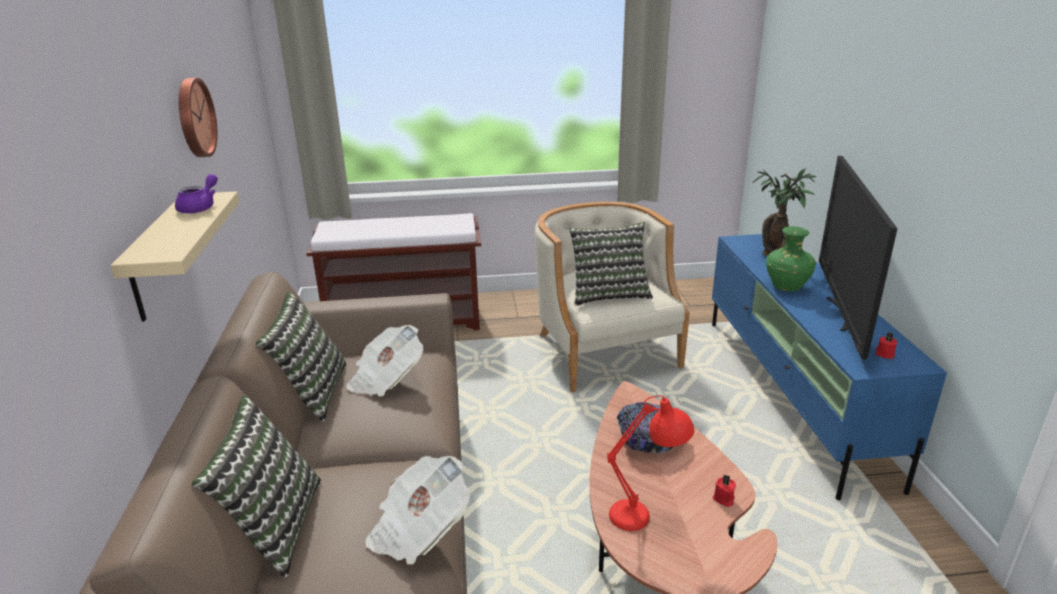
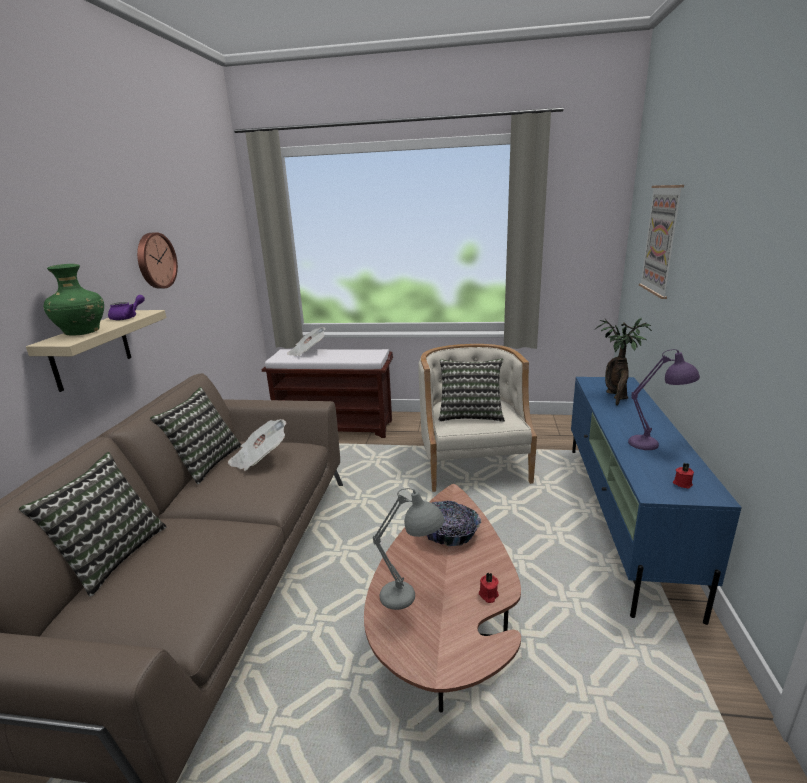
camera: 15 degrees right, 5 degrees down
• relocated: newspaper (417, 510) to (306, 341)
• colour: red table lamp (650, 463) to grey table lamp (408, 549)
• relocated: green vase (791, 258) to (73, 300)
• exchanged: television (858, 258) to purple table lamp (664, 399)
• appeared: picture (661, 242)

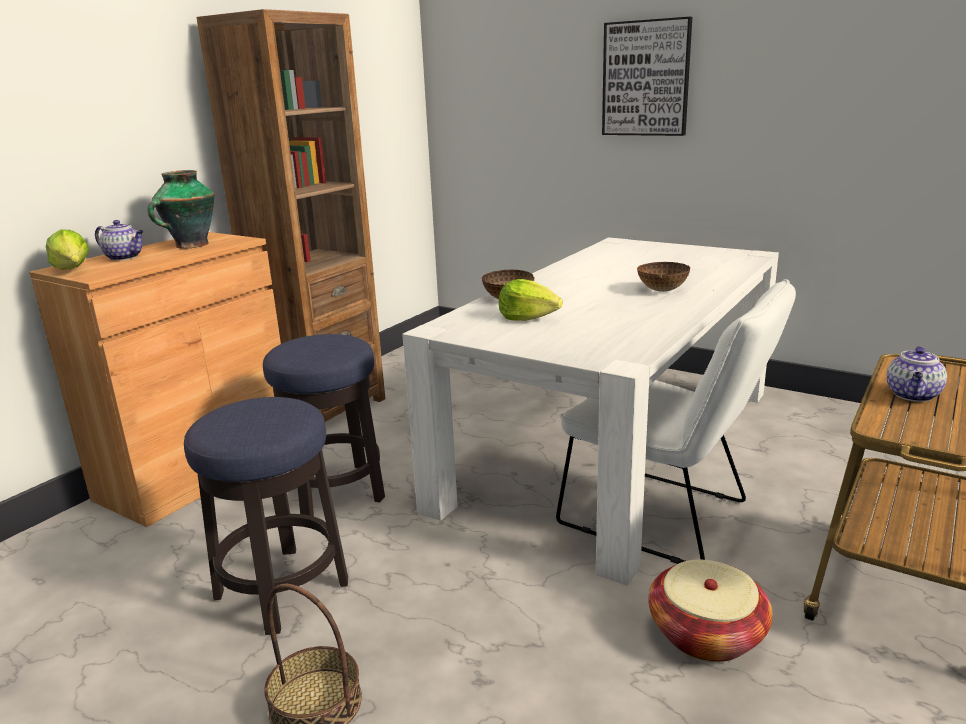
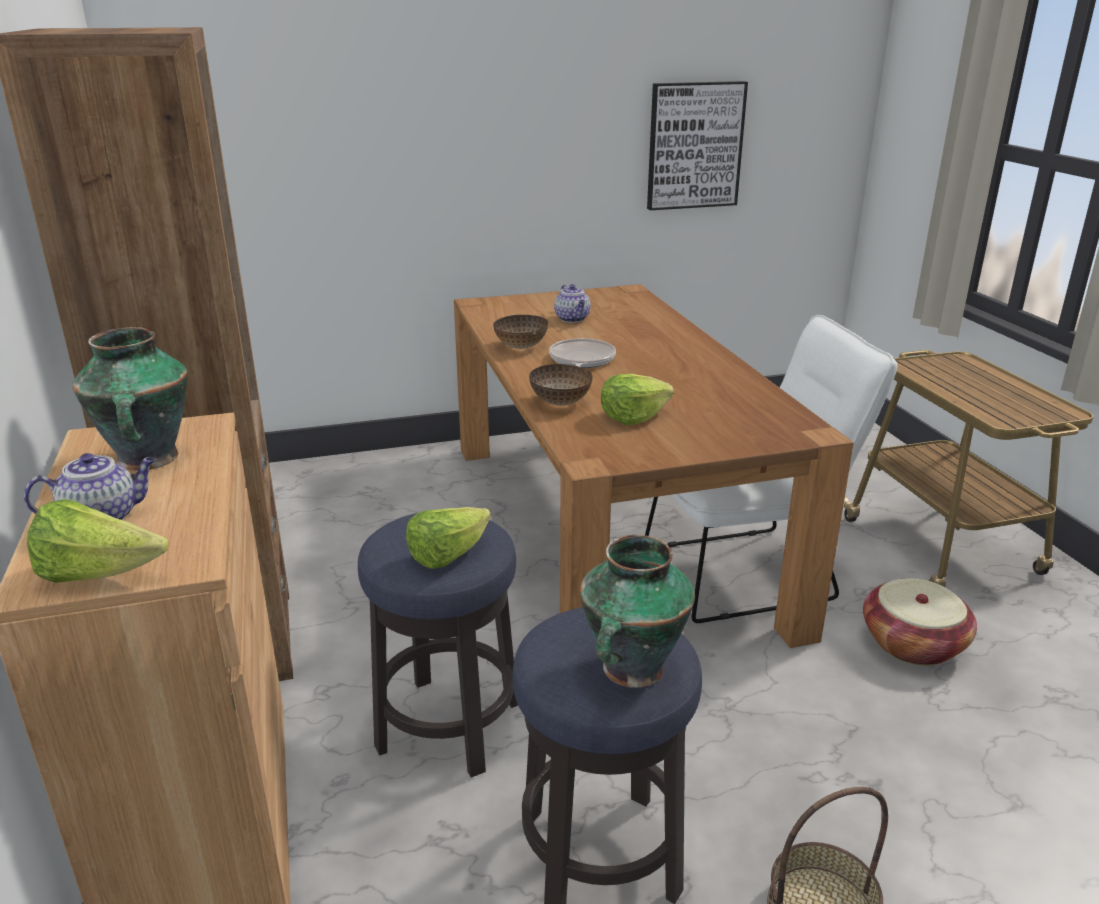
camera: 50 degrees left, 5 degrees up
• colour: white dining table (590, 411) to brown dining table (654, 466)
• relocated: picture (647, 76) to (697, 145)
• relocated: bowl (663, 277) to (520, 332)
• relocated: teapot (917, 374) to (572, 303)
• appeared: lettuce (448, 538)
• appeared: frying pan (582, 353)
• appeared: vase (637, 611)

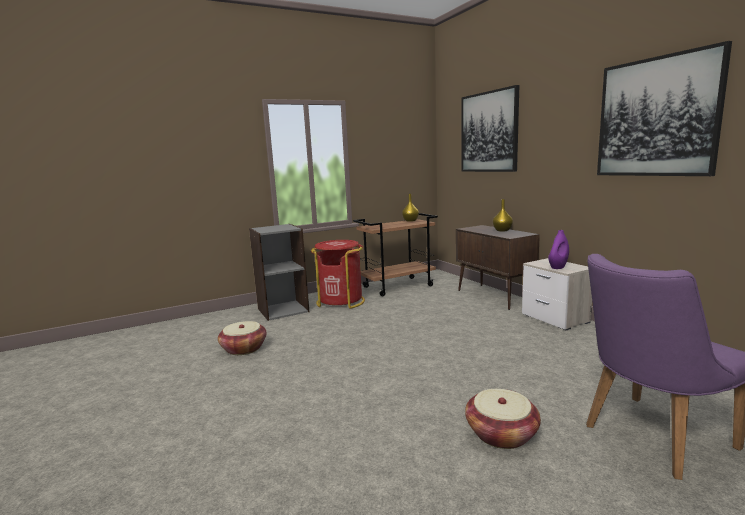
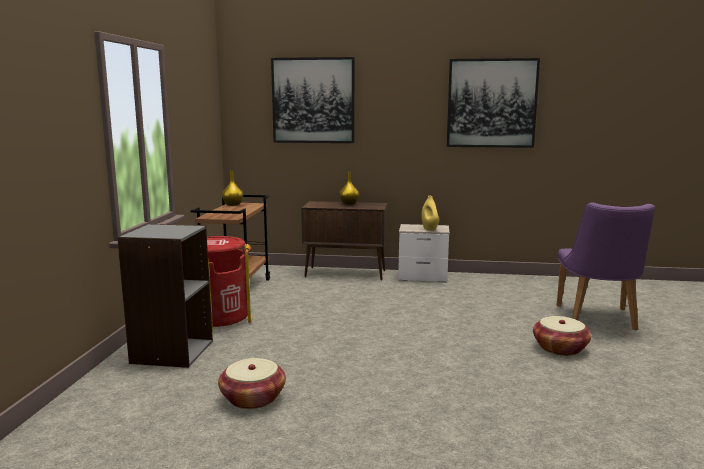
camera: 55 degrees left, 0 degrees up
• colour: purple vase (558, 249) to yellow vase (430, 213)

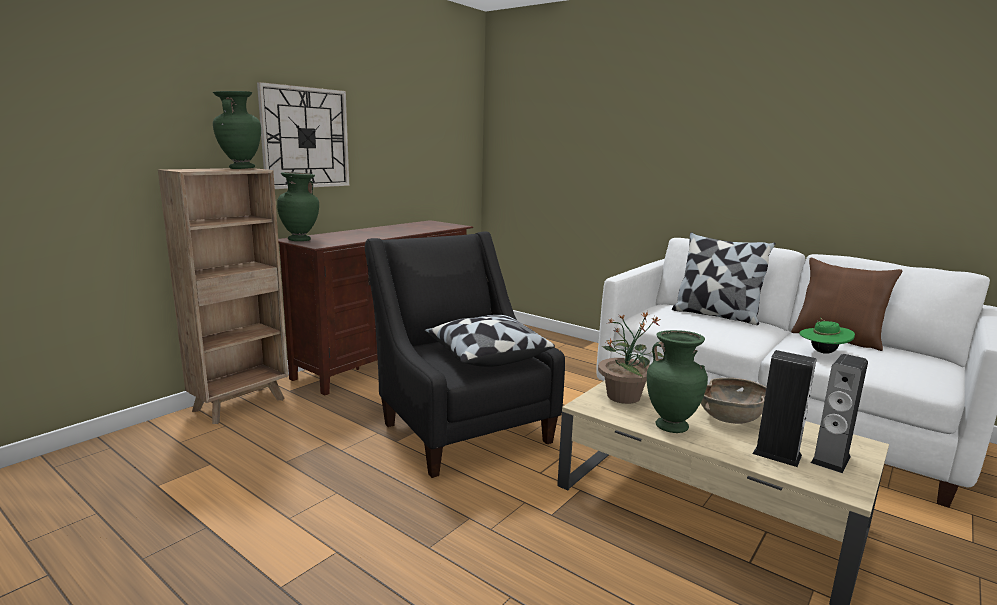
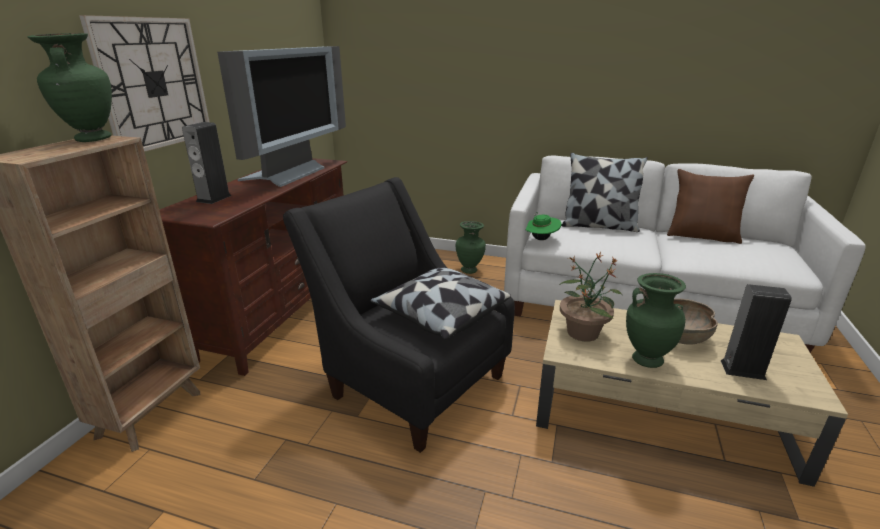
camera: 20 degrees left, 10 degrees up
• relocated: green vase (298, 206) to (471, 247)
• relocated: green hat (827, 336) to (544, 226)
• relocated: speaker (839, 413) to (207, 163)
• appeared: television (281, 116)

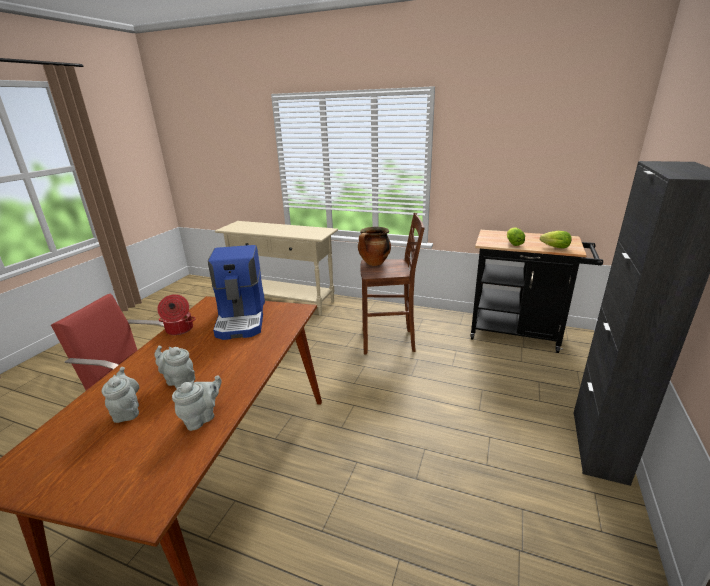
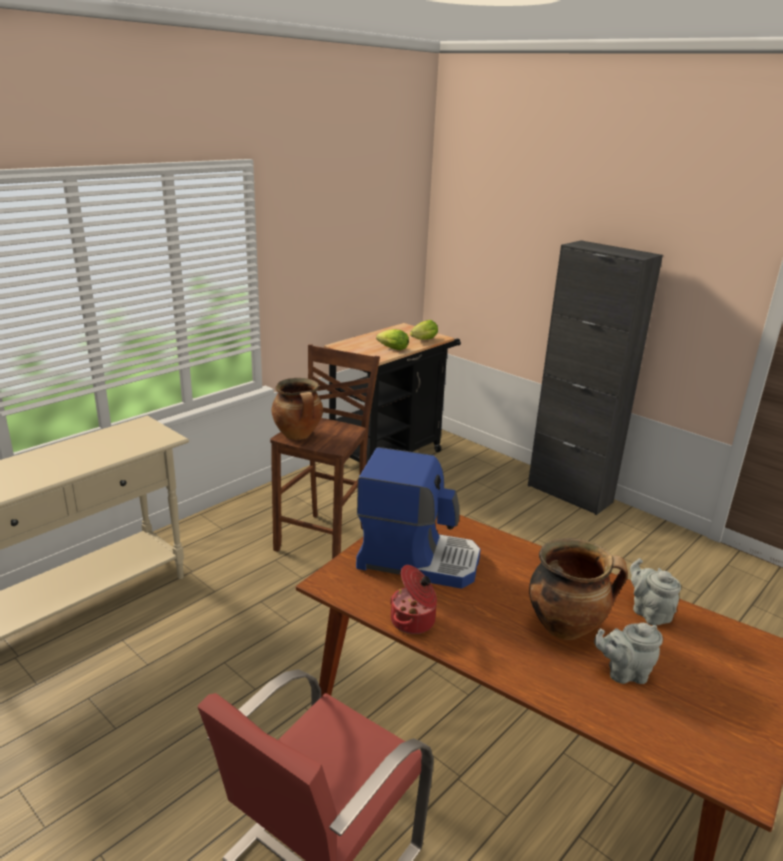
camera: 70 degrees left, 0 degrees up
• exchanged: grey teapot (174, 367) to cooking pot (578, 589)

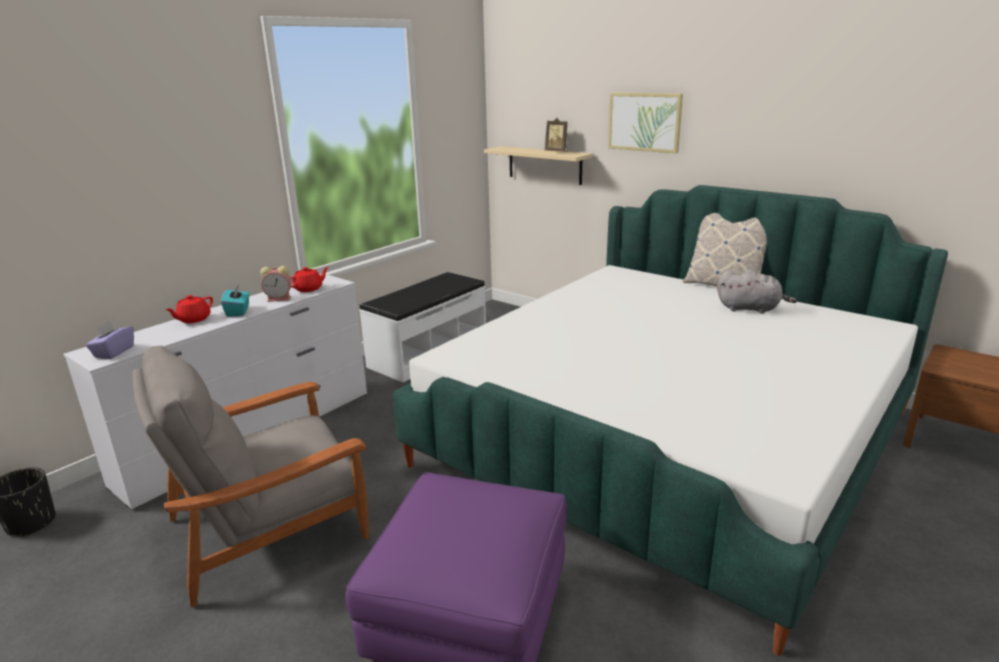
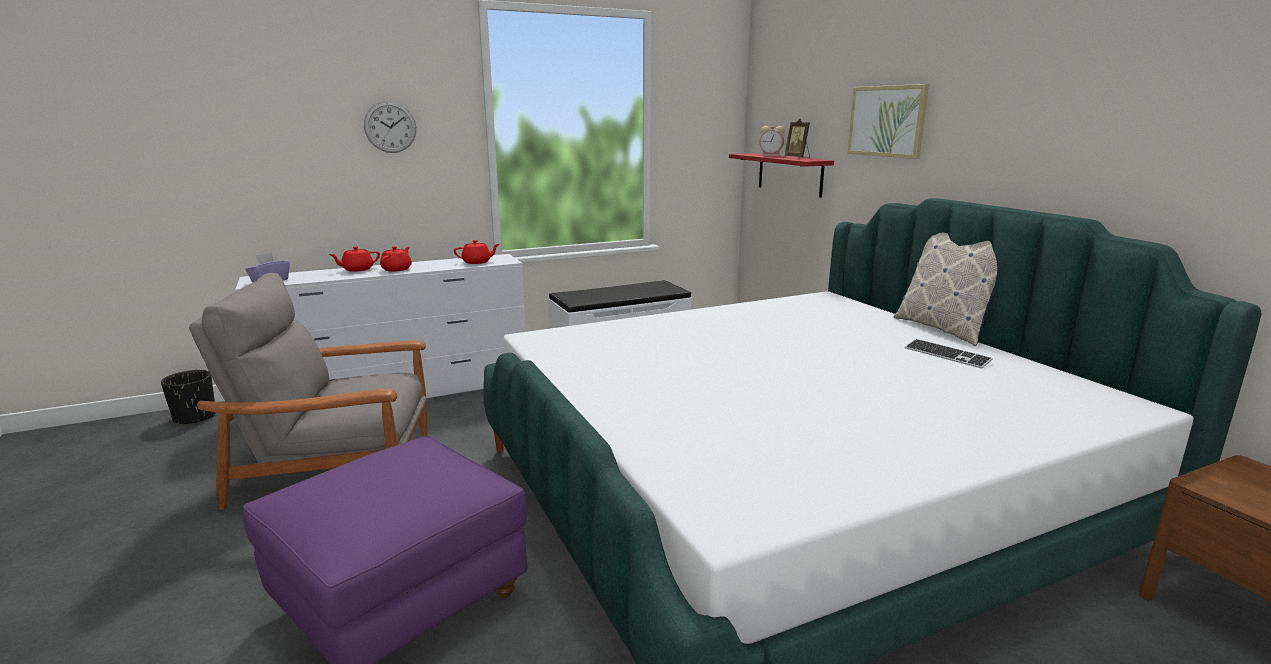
camera: 25 degrees right, 5 degrees down
• exchanged: turquoise tissue box (235, 301) to red teapot (396, 259)
• relocated: alarm clock (276, 284) to (772, 141)
• colour: beige shelf (538, 165) to red shelf (781, 175)
• exchanged: grey plush toy (757, 292) to keyboard (949, 354)
• appeared: wall clock (390, 127)

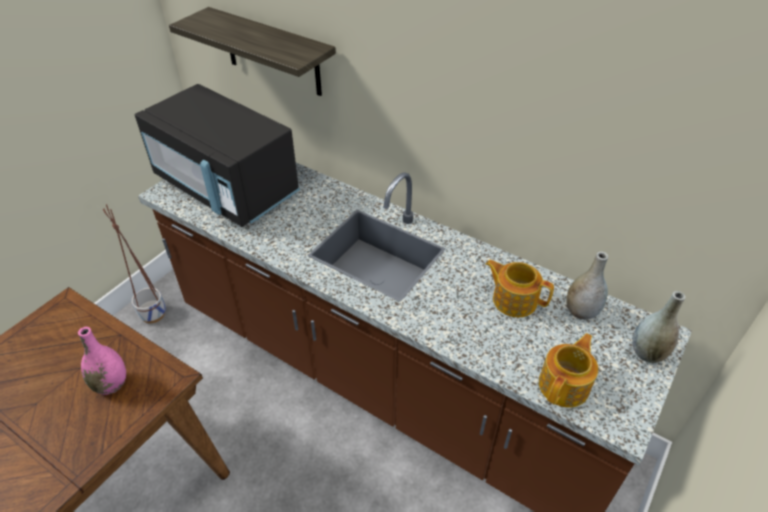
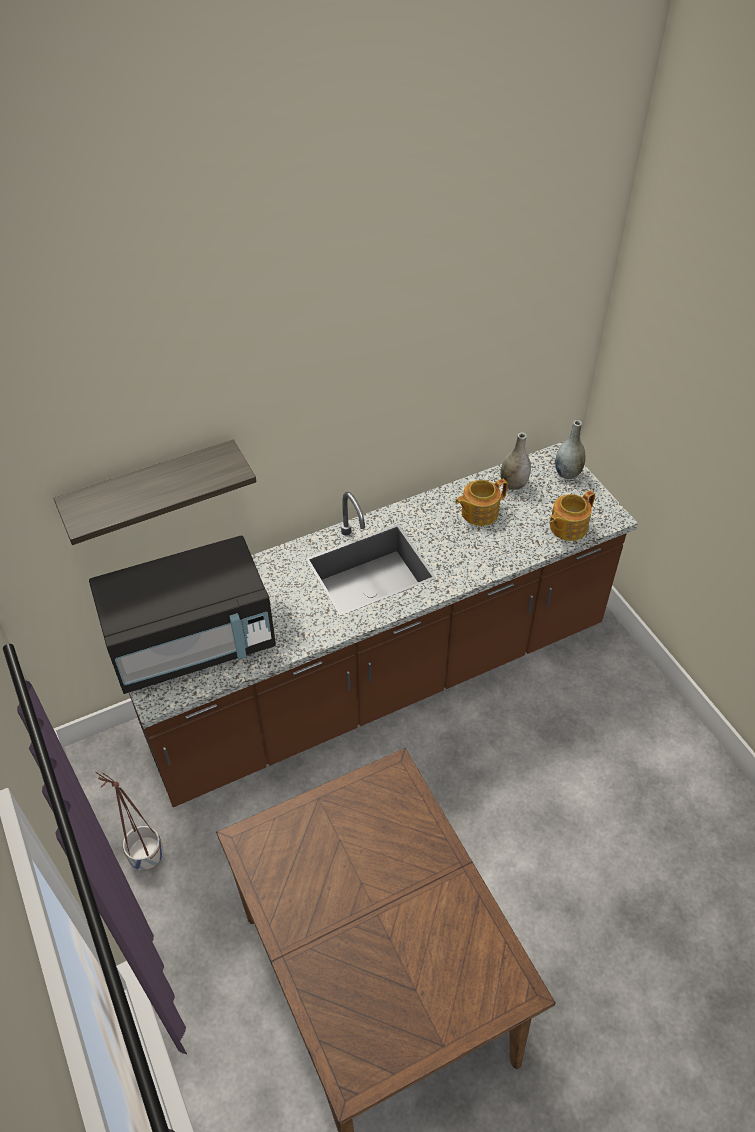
camera: 60 degrees left, 5 degrees up
• missing: pink vase (102, 360)
• spun: teapot (568, 370) = (572, 515) 105 degrees counterclockwise

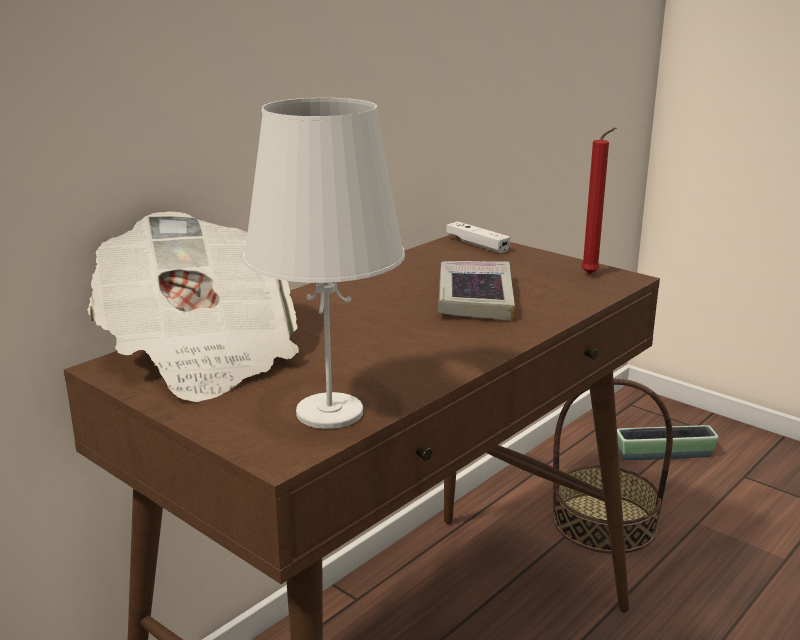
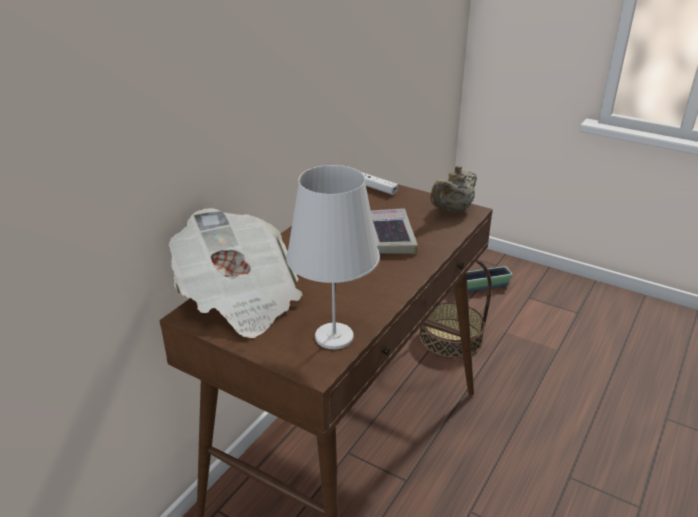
camera: 10 degrees left, 10 degrees up
• exchanged: red candle (598, 200) to beige teapot (453, 189)

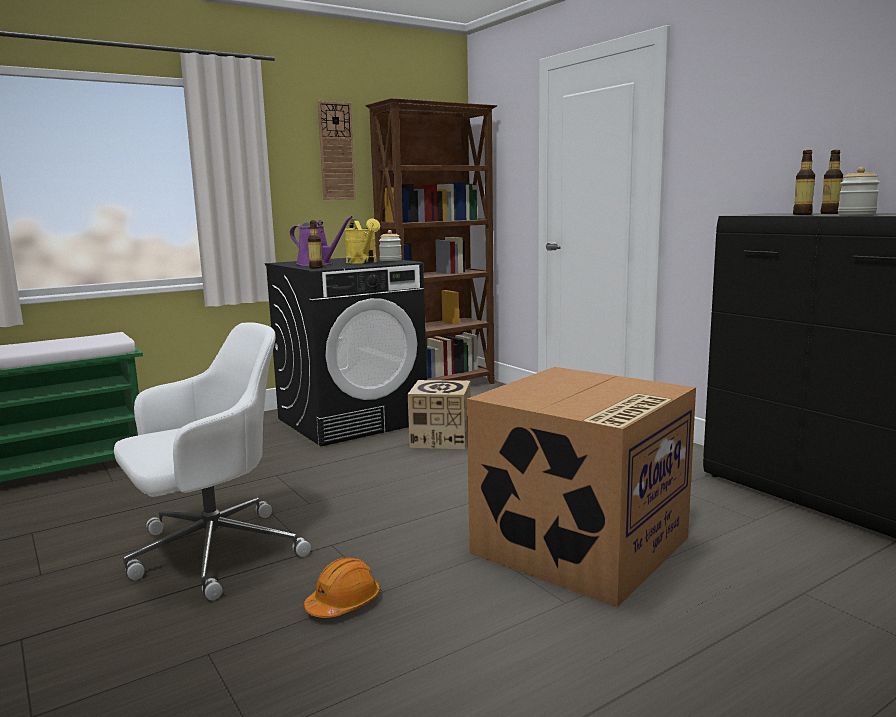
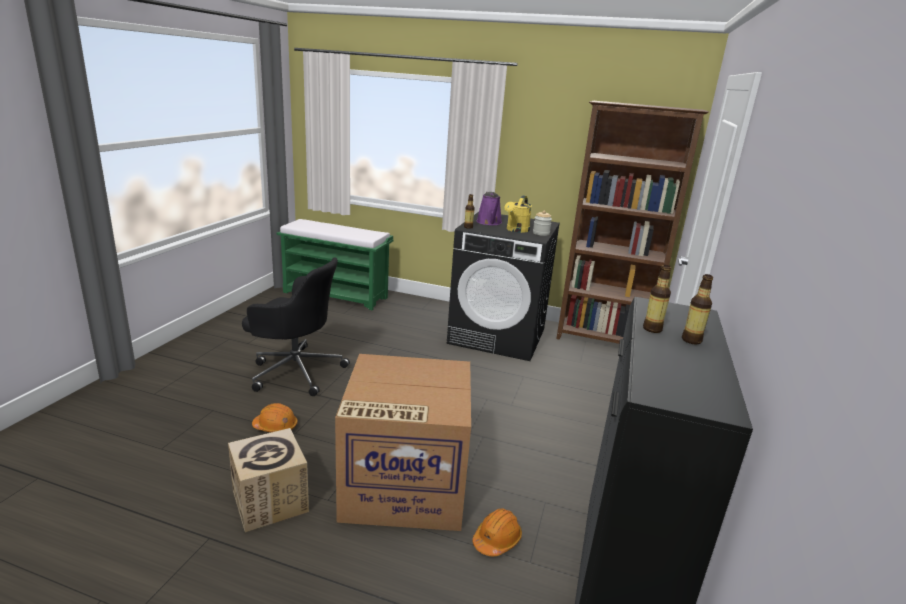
camera: 50 degrees right, 10 degrees up
• colour: white office chair (212, 461) to black office chair (296, 326)
• missing: wall clock (336, 150)
• relocated: cardboard box (439, 414) to (268, 480)
• missing: jar (859, 191)
• appeared: orange hard hat (497, 532)

